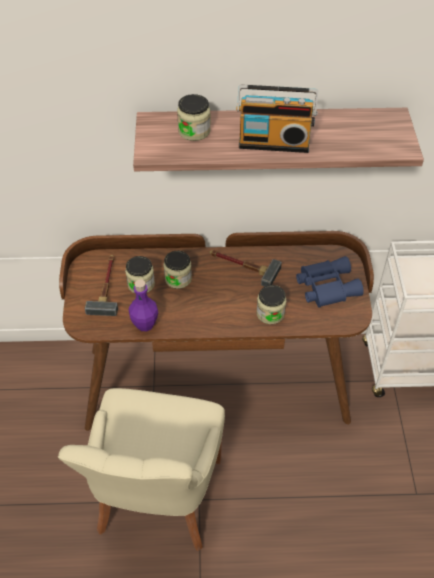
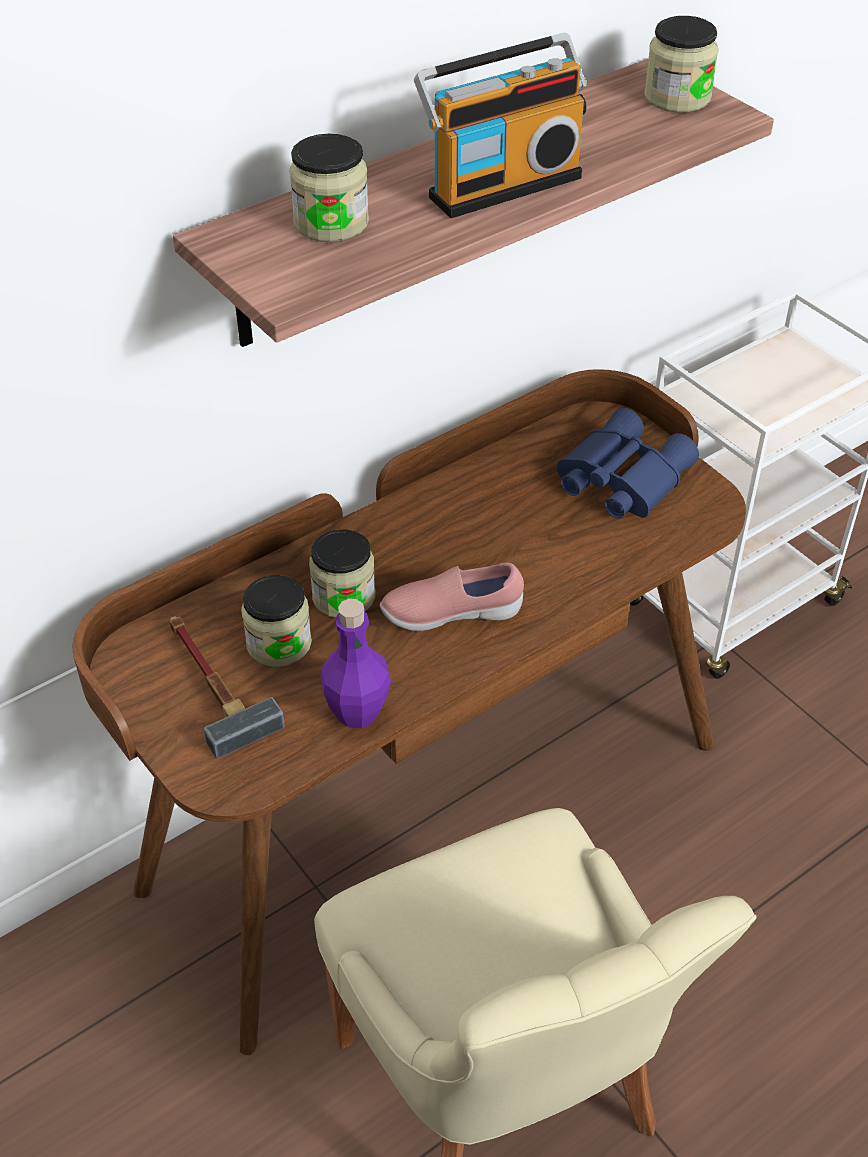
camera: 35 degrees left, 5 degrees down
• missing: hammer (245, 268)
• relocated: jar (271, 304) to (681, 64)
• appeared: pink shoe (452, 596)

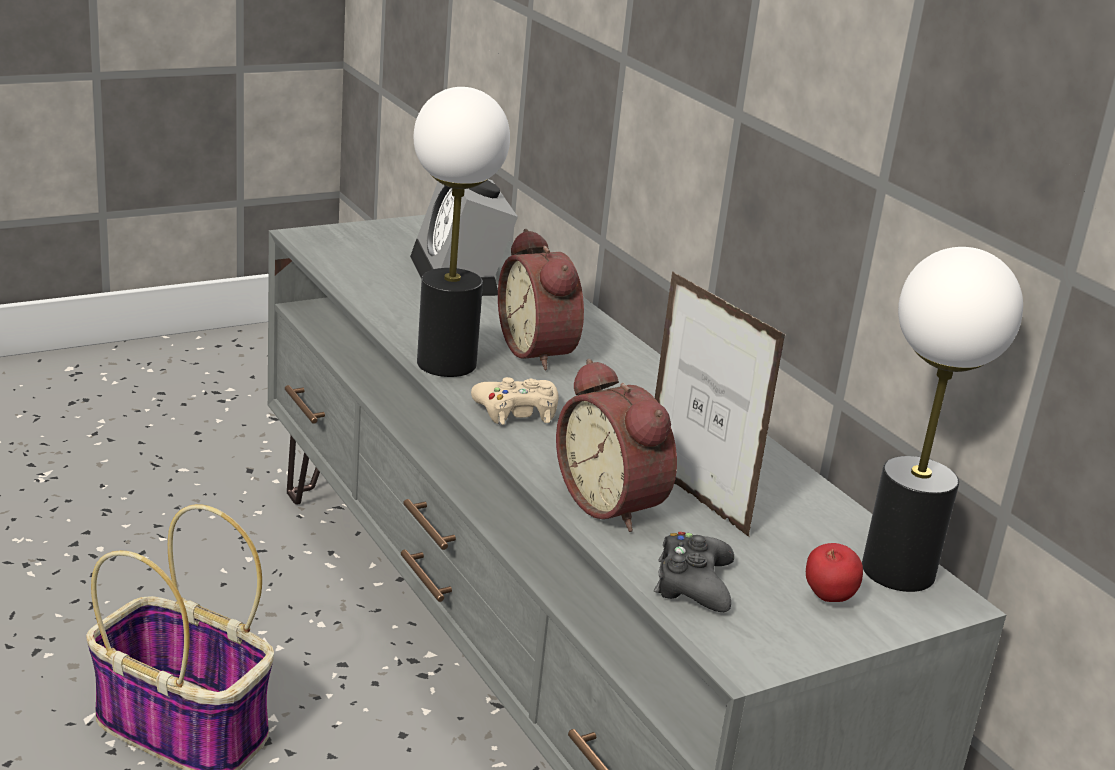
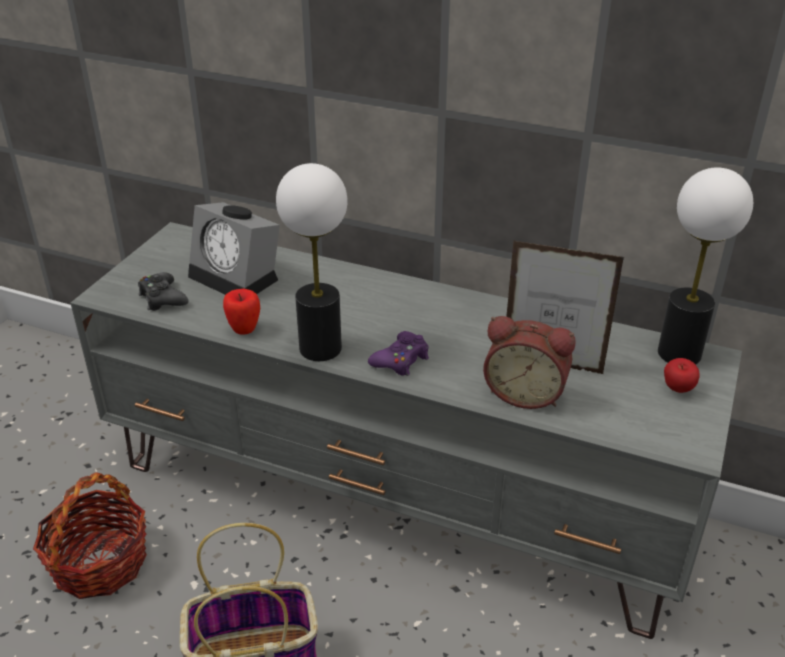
camera: 35 degrees left, 10 degrees up
• colour: beige game controller (515, 401) to purple game controller (398, 353)
• missing: alarm clock (541, 299)
• relocated: black game controller (694, 572) to (163, 291)
• appeared: basket (90, 535)
• appeared: apple (241, 311)

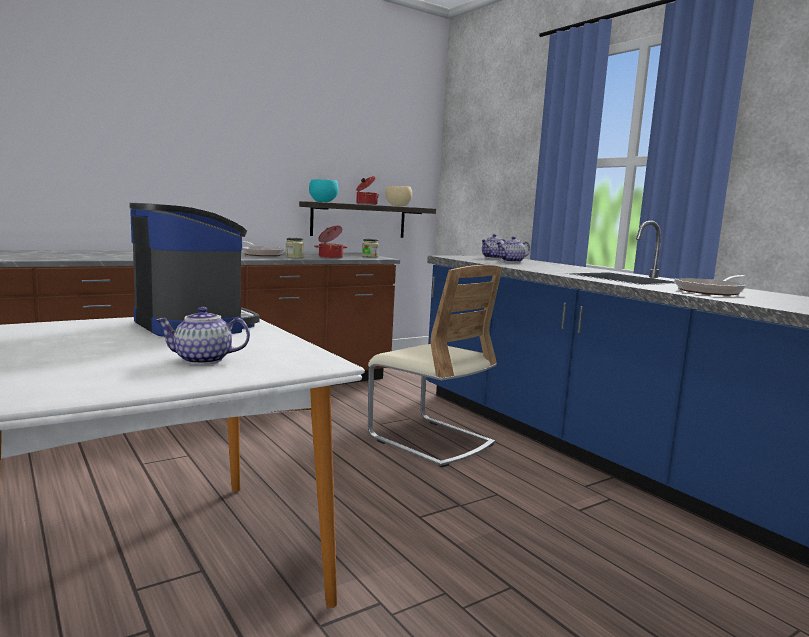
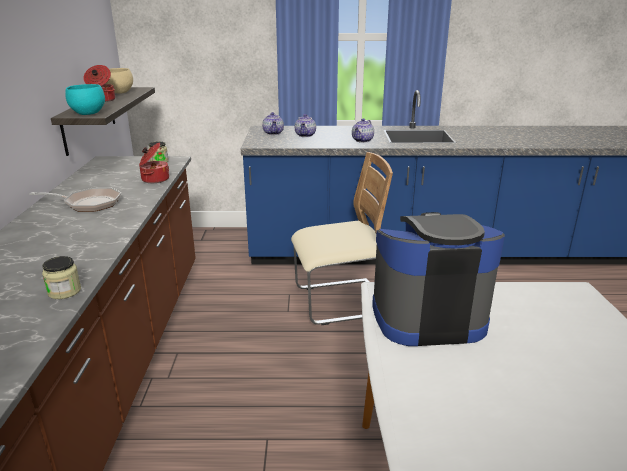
camera: 55 degrees left, 15 degrees up
• relocated: teapot (203, 336) to (363, 130)
• relocated: jar (295, 248) to (61, 277)
• missing: frying pan (710, 285)

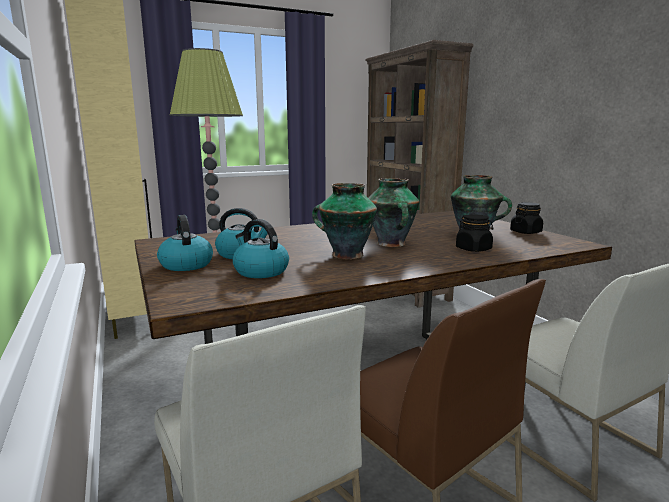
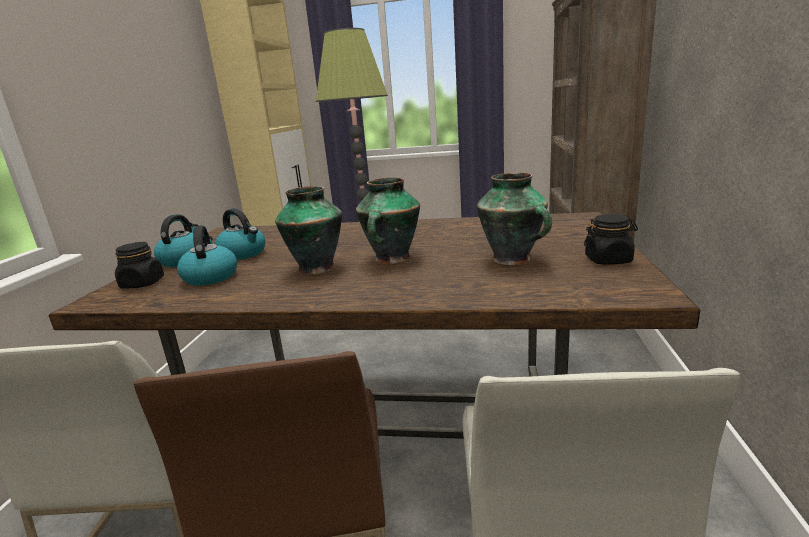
camera: 35 degrees right, 5 degrees up
• relocated: black jar (475, 233) to (139, 265)

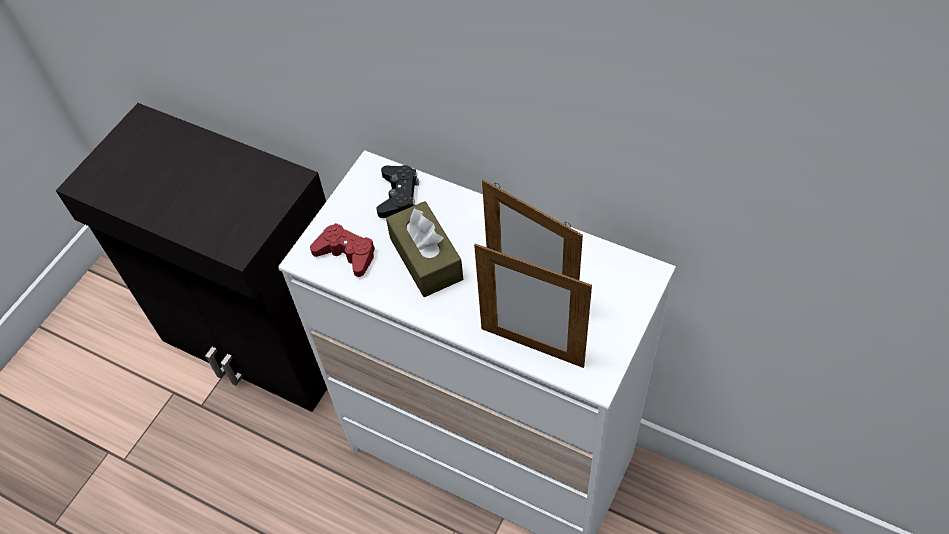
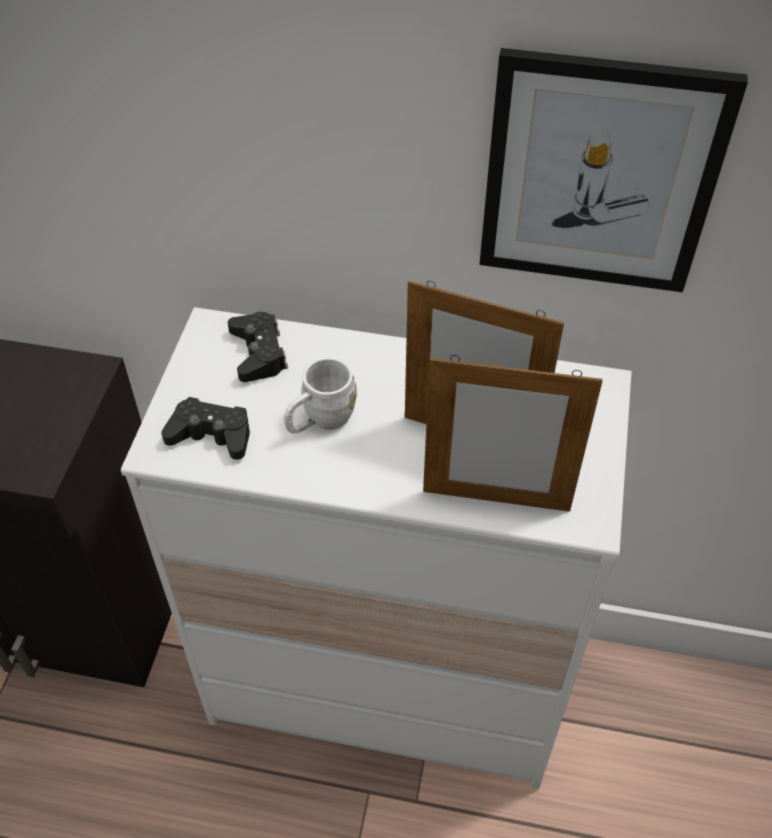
camera: 20 degrees left, 5 degrees down
• colour: red game controller (342, 250) to black game controller (205, 428)
• exchanged: brown tissue box (424, 249) to white mug (320, 395)
• appeared: picture (613, 170)

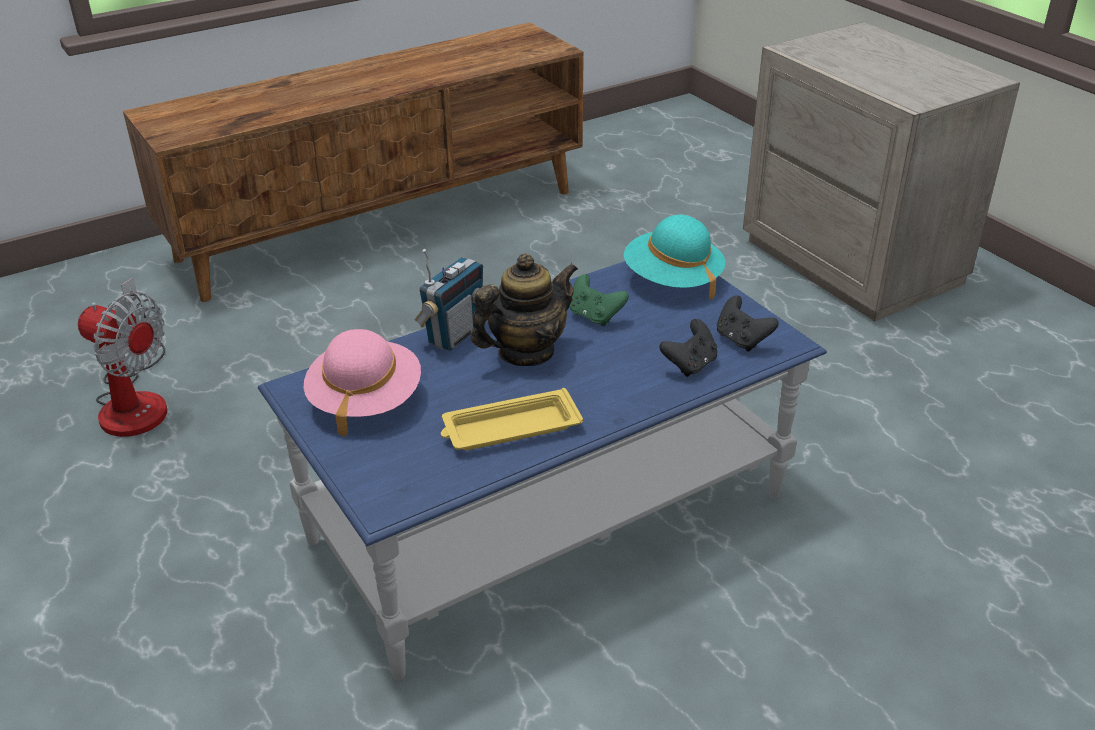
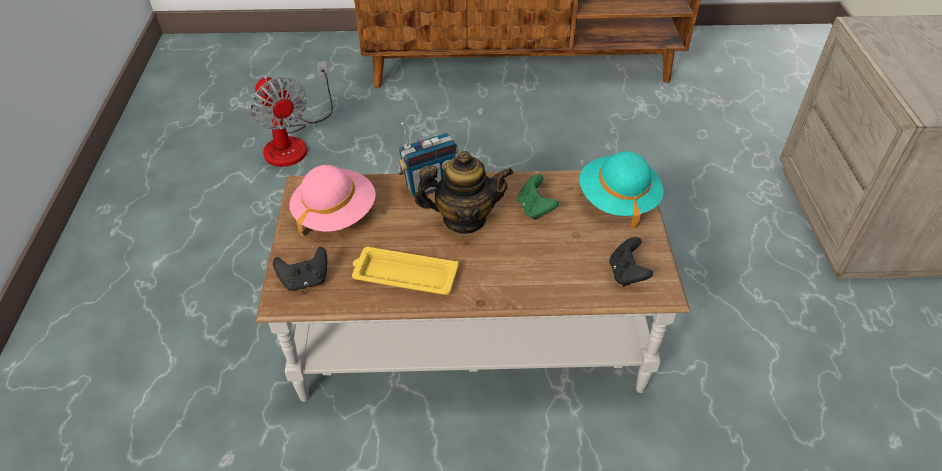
camera: 30 degrees right, 10 degrees up
• colour: blue coffee table (542, 470) to brown coffee table (472, 286)
• relocated: black game controller (688, 348) to (300, 269)

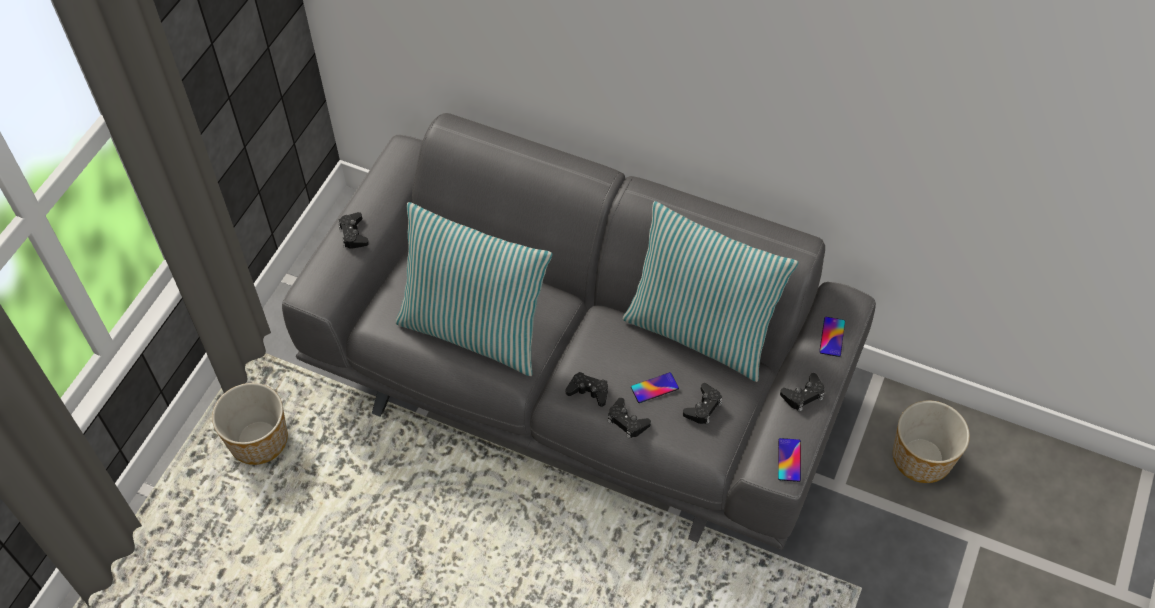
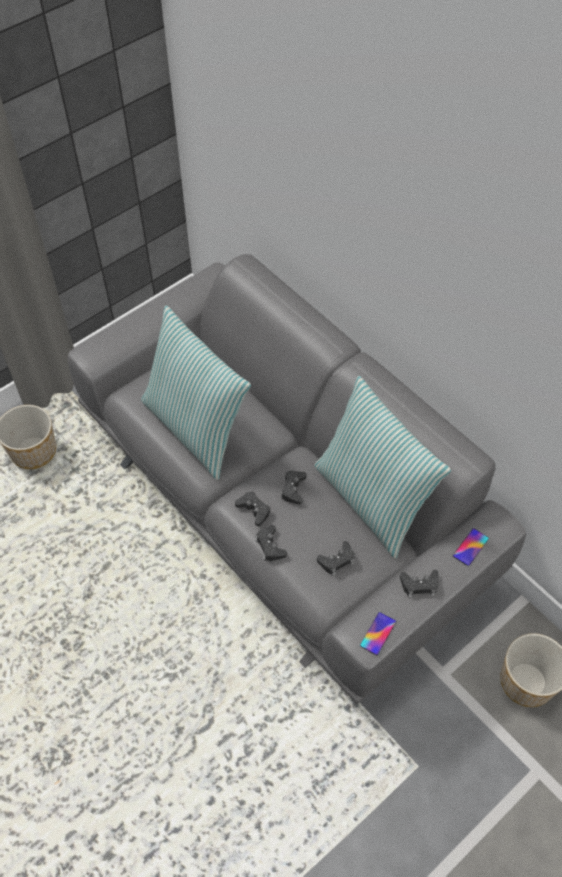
camera: 25 degrees right, 0 degrees up
• relocated: black game controller (353, 230) to (294, 487)
• missing: phone (655, 387)

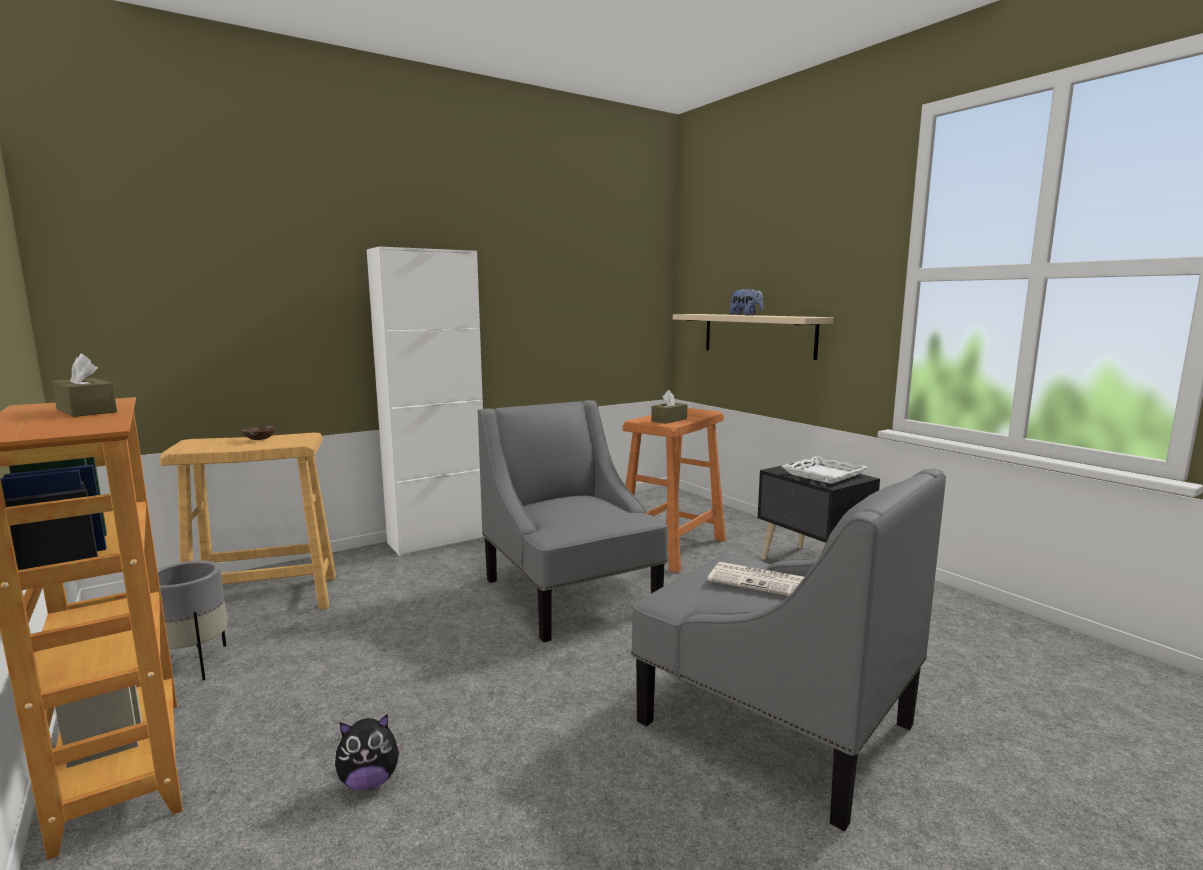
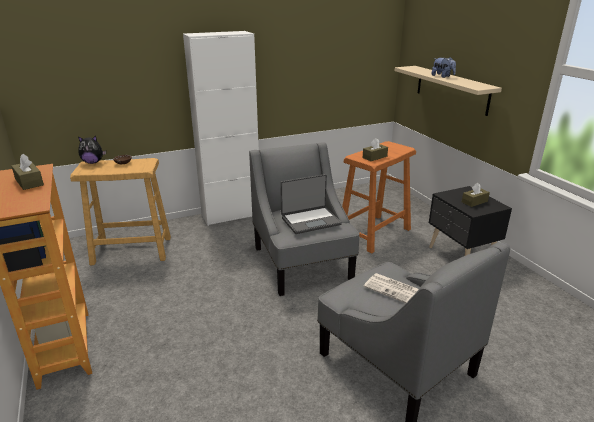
camera: 10 degrees right, 15 degrees up
• missing: grey planter (192, 620)
• relocated: plush toy (369, 752) to (92, 150)
• exchanged: white tray (824, 470) to brown tissue box (476, 195)
• appeared: laptop (311, 204)

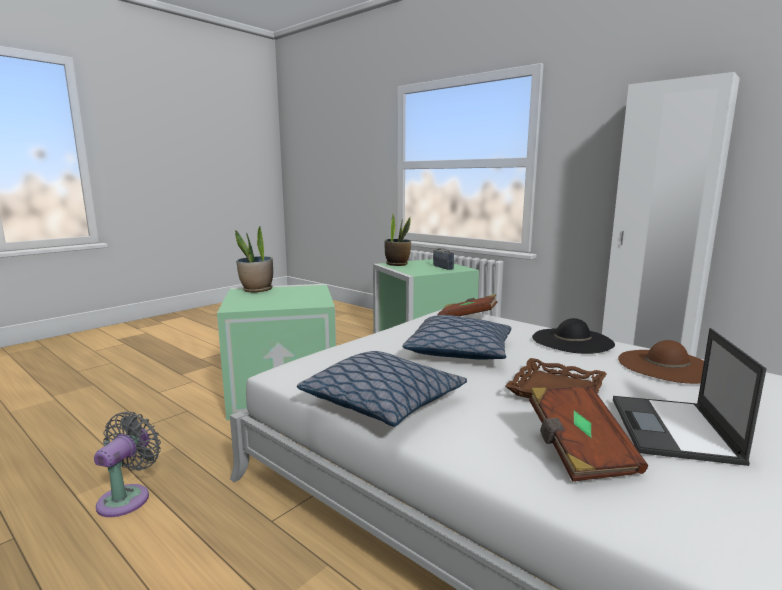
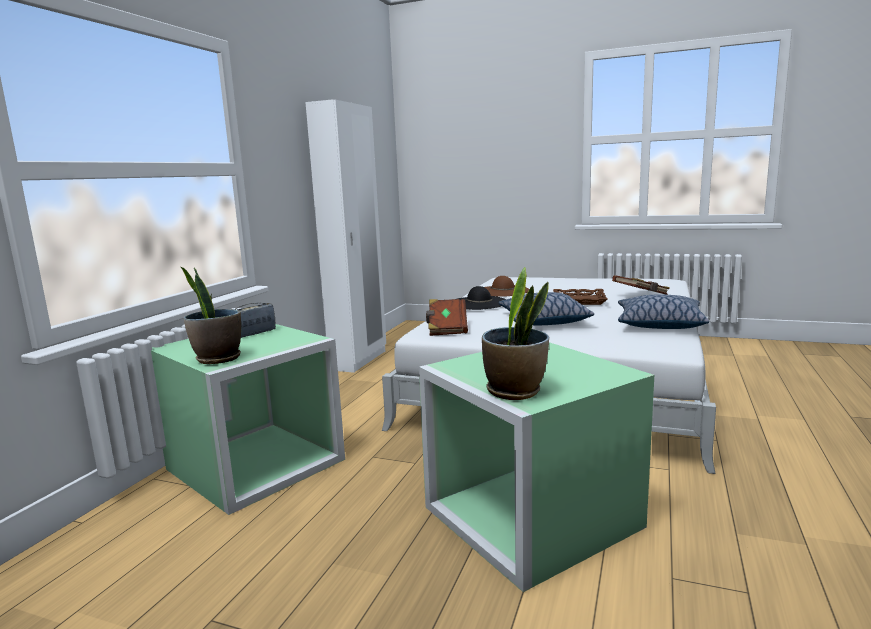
camera: 110 degrees left, 0 degrees up
• missing: grey fan (127, 464)
• missing: laptop (690, 397)

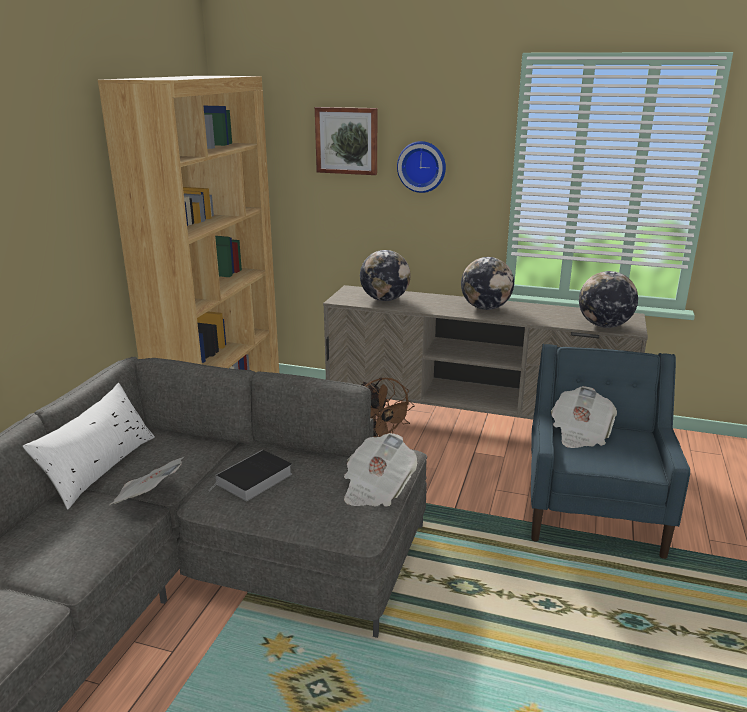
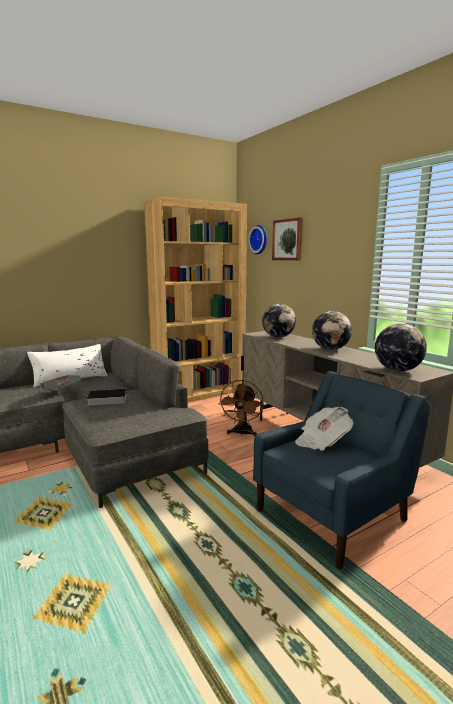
camera: 40 degrees right, 10 degrees down
• missing: newspaper (380, 470)
• relocated: wall clock (421, 167) to (257, 239)

